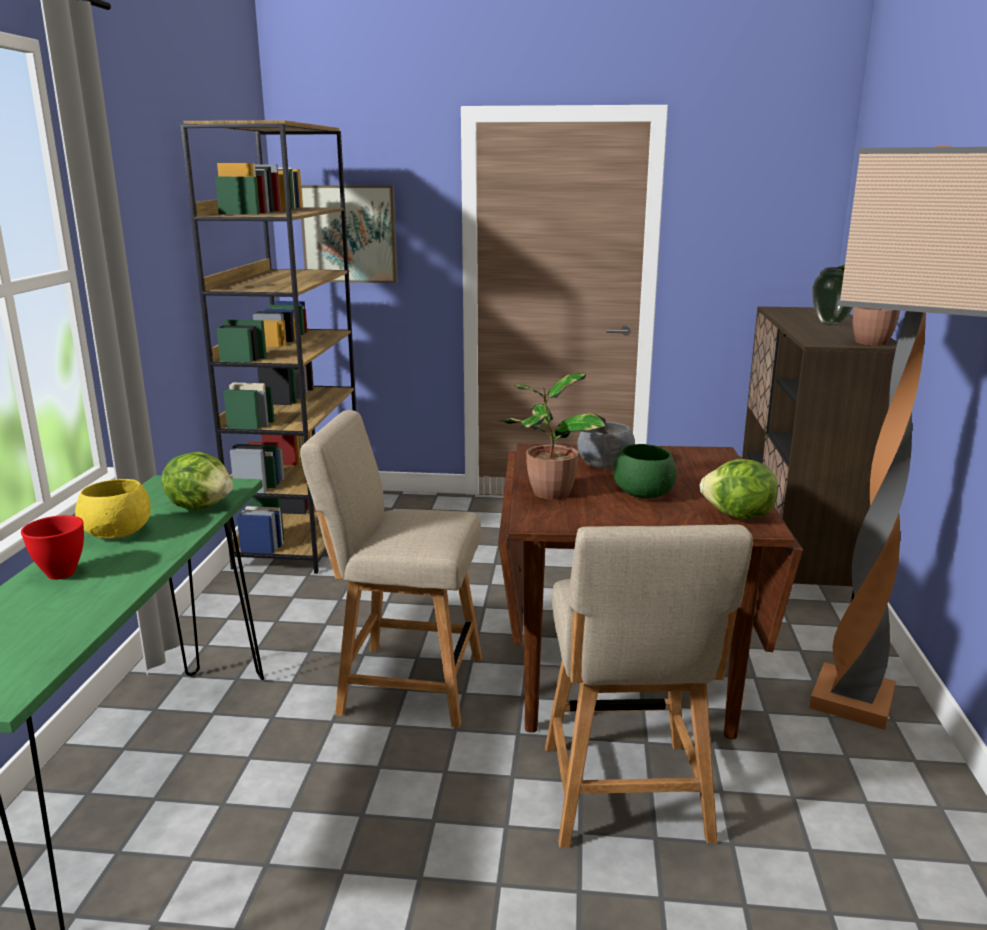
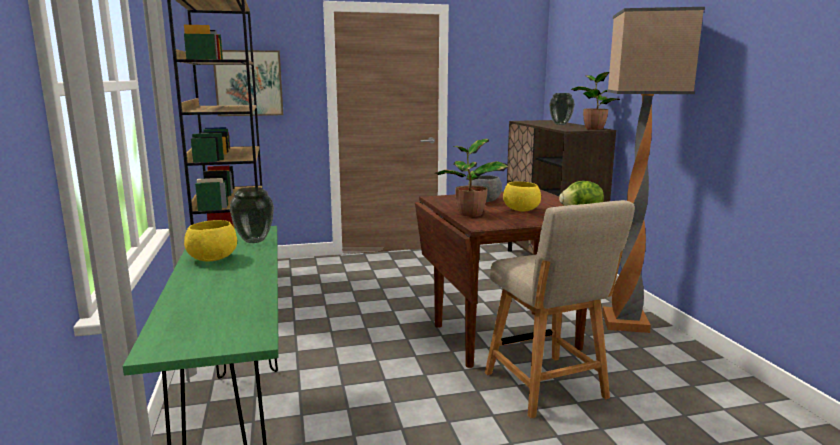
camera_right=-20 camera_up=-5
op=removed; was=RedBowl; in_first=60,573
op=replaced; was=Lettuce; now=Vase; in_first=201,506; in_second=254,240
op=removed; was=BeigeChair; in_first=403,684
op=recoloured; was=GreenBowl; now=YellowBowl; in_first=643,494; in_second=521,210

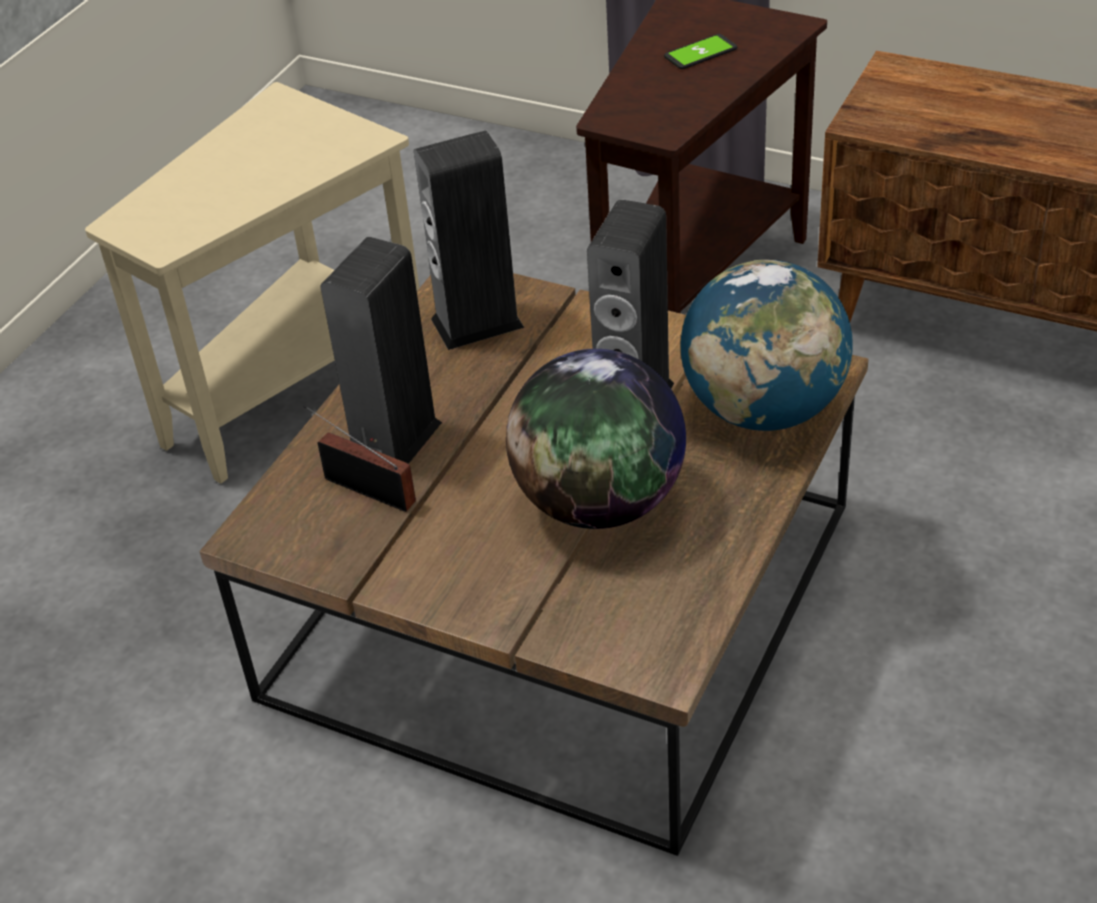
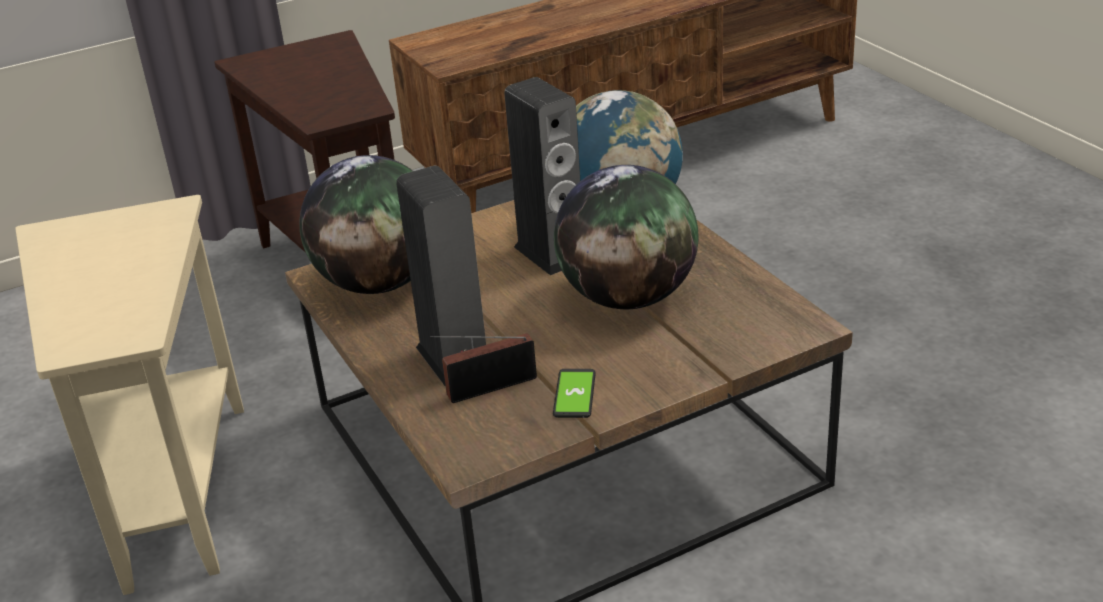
camera_right=-55 camera_up=-10
op=replaced; was=Speaker; now=Globe; in_first=477,323; in_second=379,283
op=moved; was=Phone; in_first=700,53; in_second=574,394

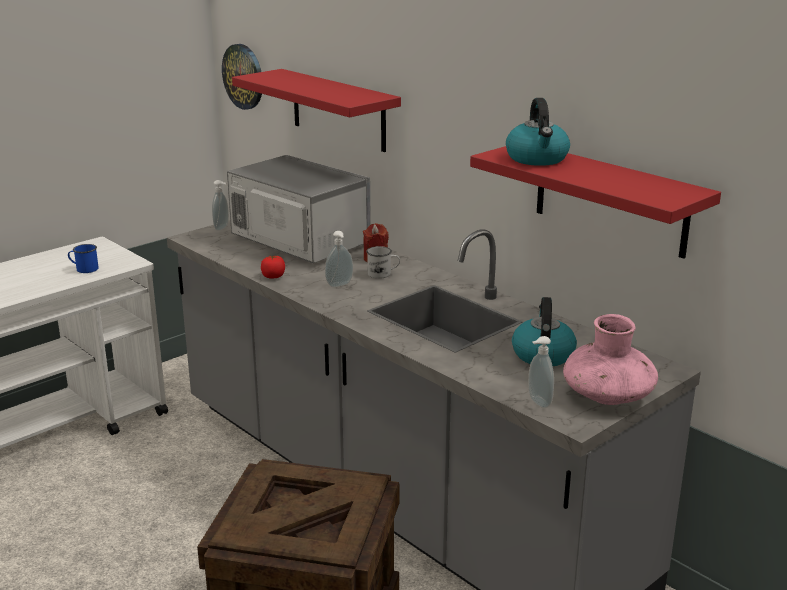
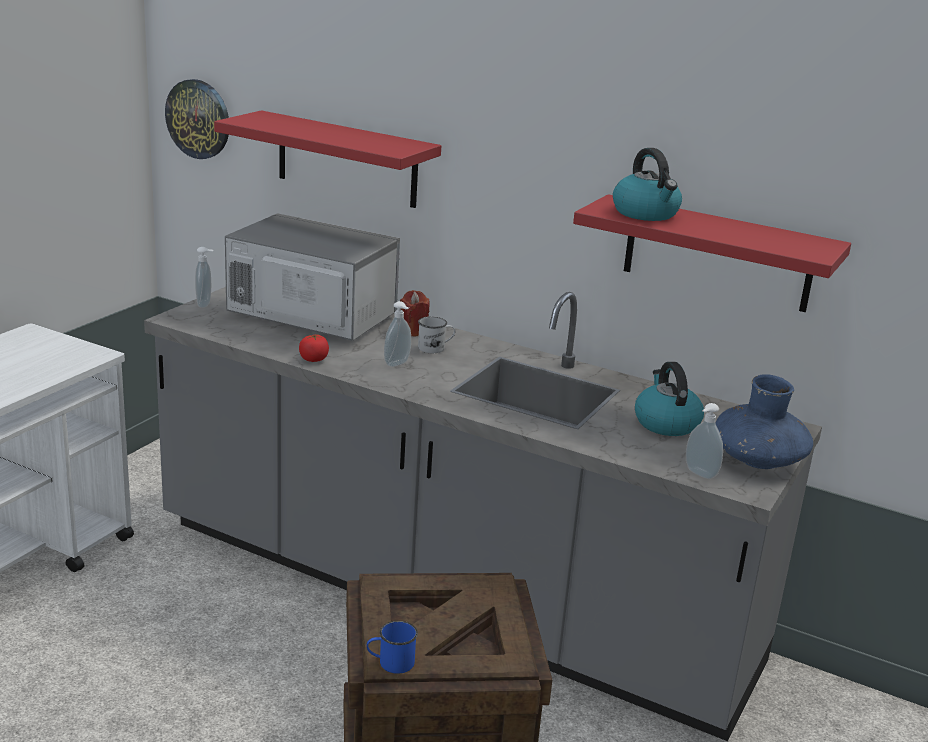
camera_right=-20 camera_up=0
op=moved; was=BlueMug; in_first=84,269; in_second=391,663
op=recoloured; was=PinkVase; now=BlueVase; in_first=608,395; in_second=758,459

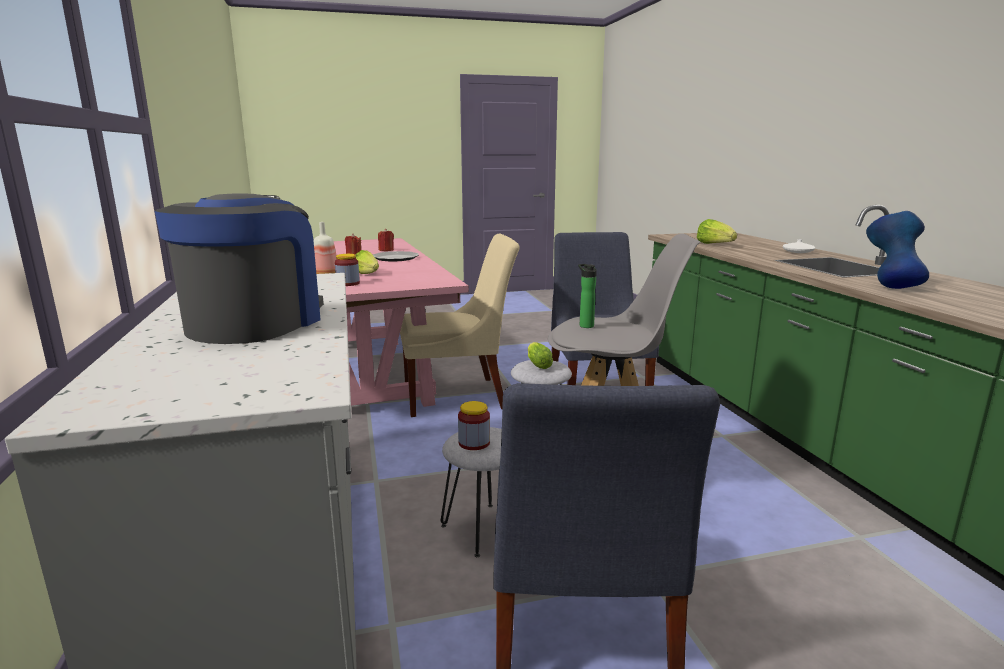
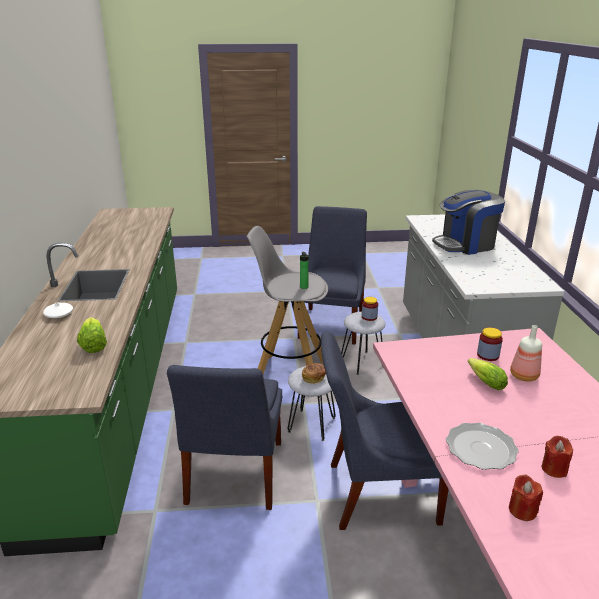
camera_right=-170 camera_up=10
op=turned; was=CoffeeMachine; in_first=255,323; in_second=465,245; clockwise=45
op=recoloured; was=BeigeChair; now=BlueChair; in_first=459,396; in_second=376,492
op=replaced; was=Lettuce; now=Bread; in_first=537,364; in_second=314,378
op=removed; was=BlueVase; in_first=890,286

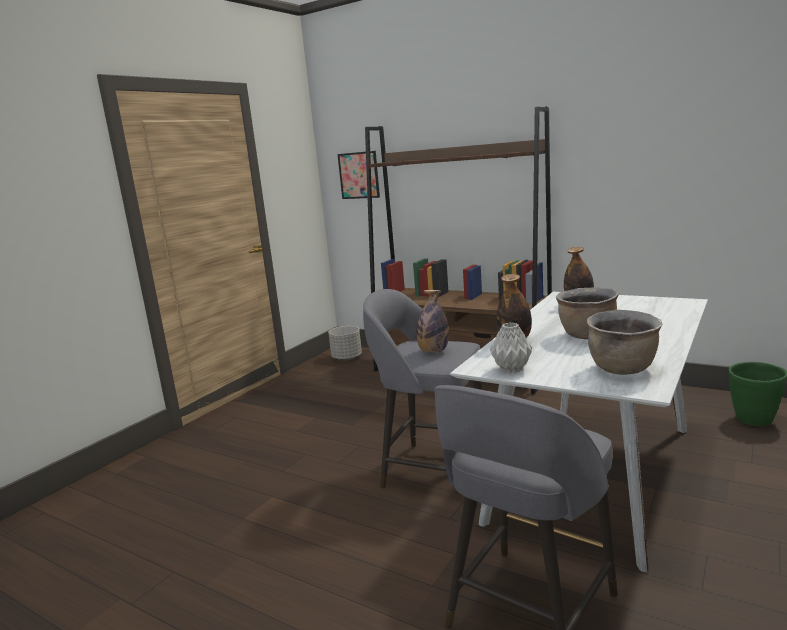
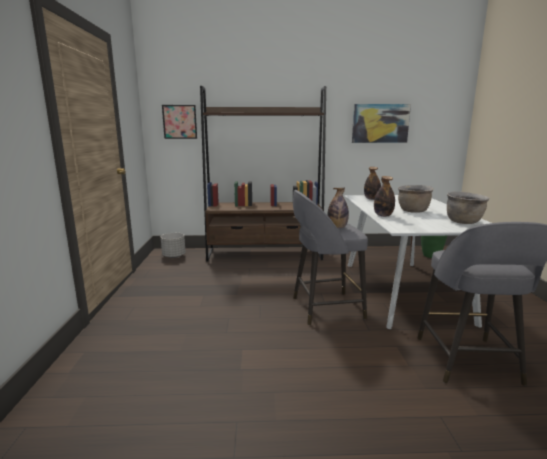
camera_right=-35 camera_up=0
op=removed; was=GreyVase; in_first=511,369
op=added; now=Picture; in_second=380,123

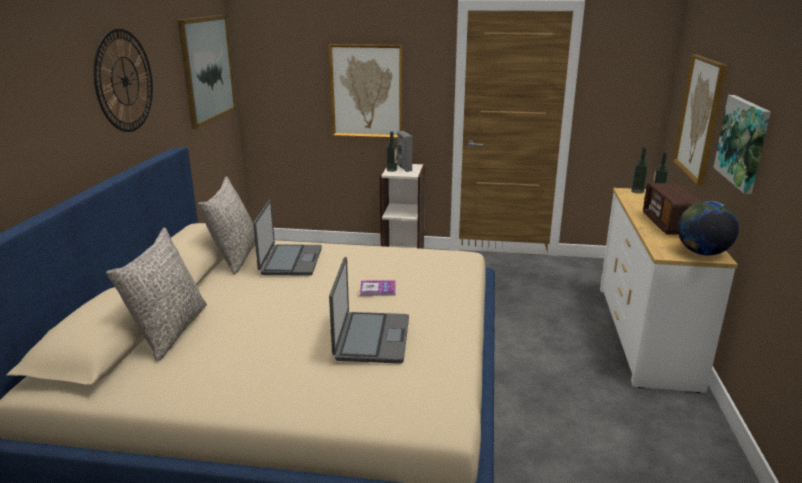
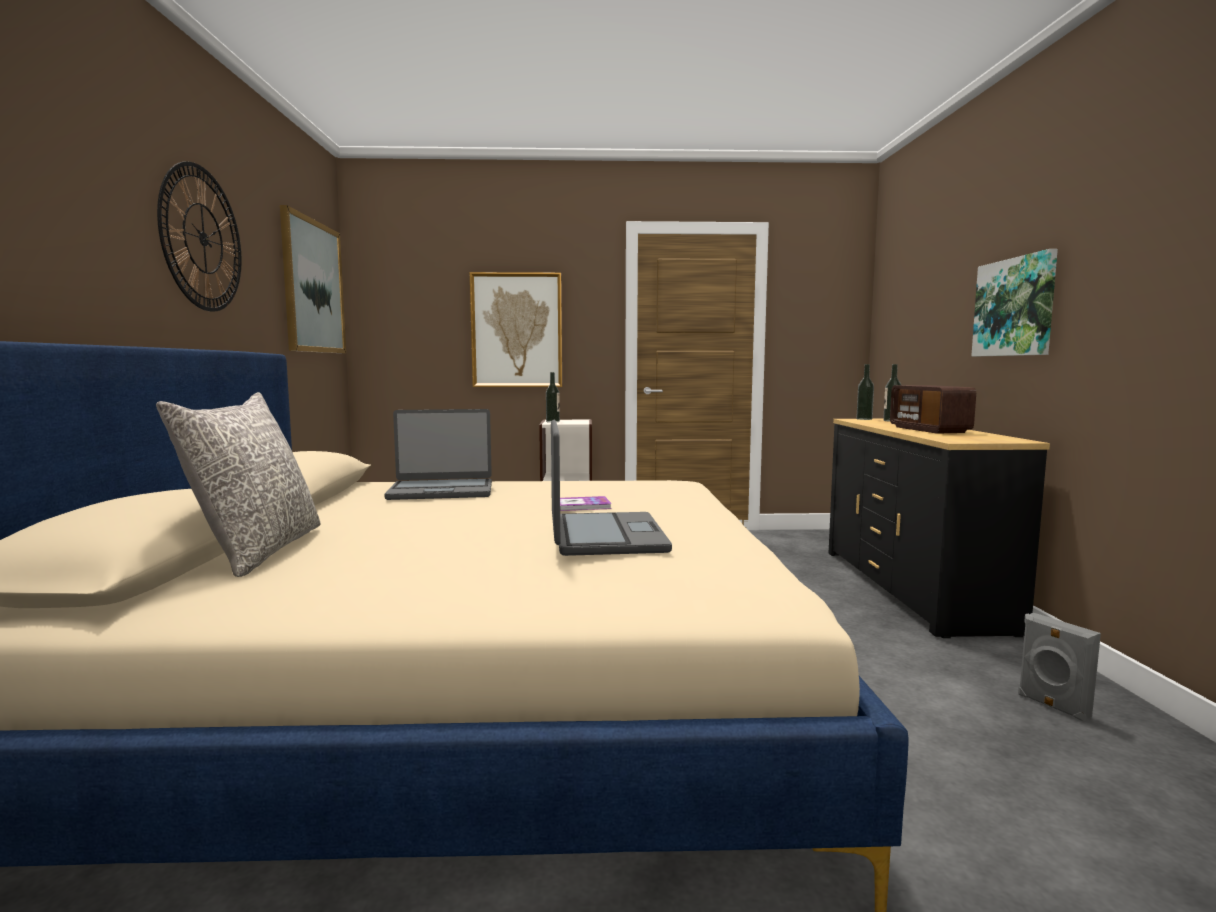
camera_right=-10 camera_up=-15
op=removed; was=GreyPillow; in_first=235,256
op=turned; was=Laptop; in_first=290,261; in_second=441,491; clockwise=90
op=moved; was=GreySpeaker; in_first=403,168; in_second=1052,706
op=recoloured; was=WhiteDresser; now=BlackDresser; in_first=646,334; in_second=912,588
op=removed; was=Picture; in_first=700,118
op=removed; was=Globe; in_first=702,253

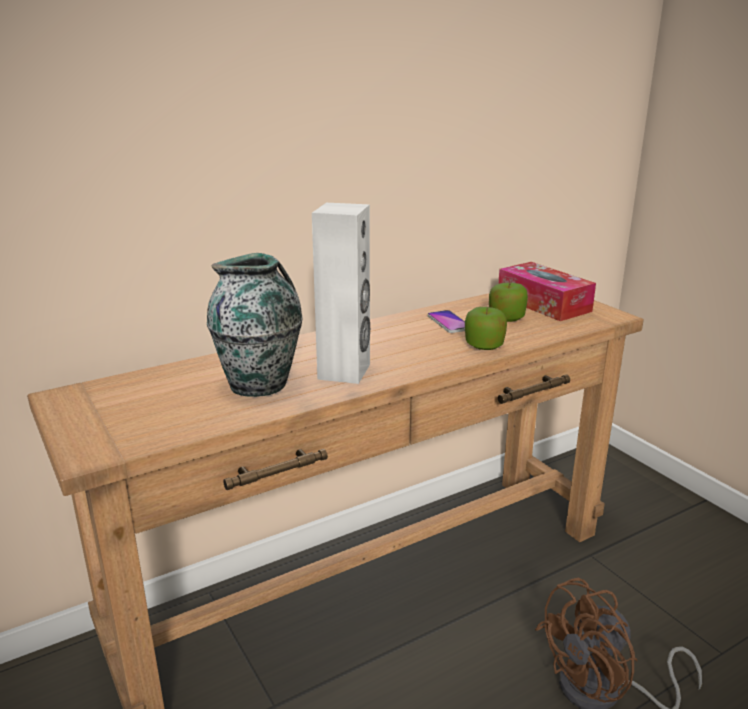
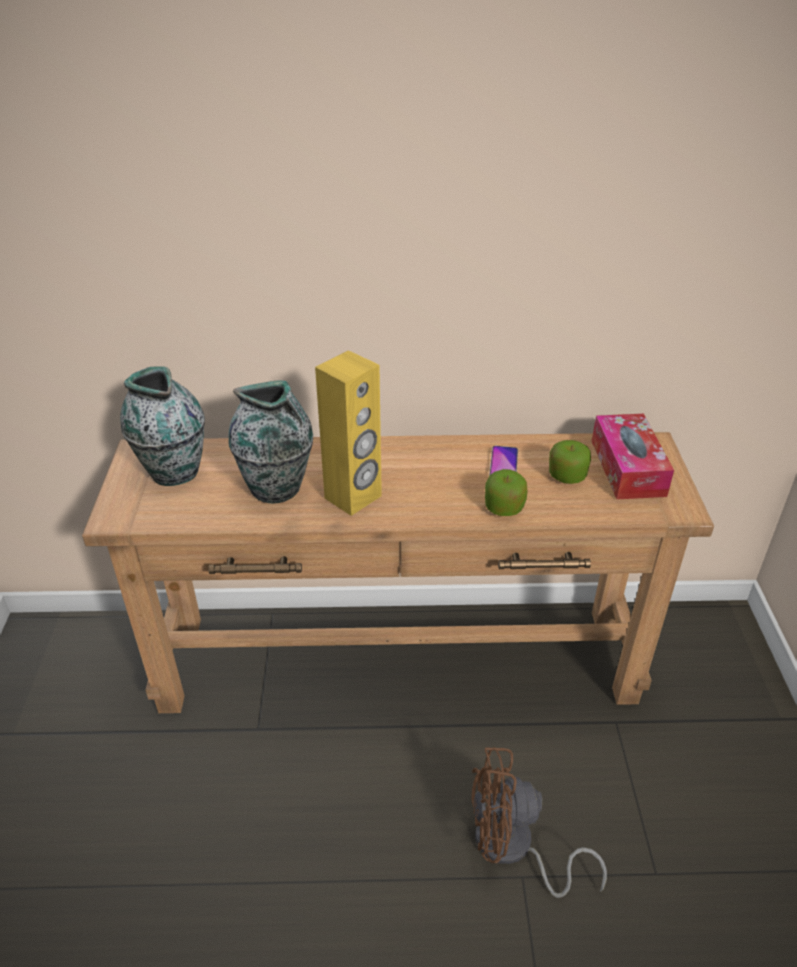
camera_right=30 camera_up=15
op=recoloured; was=WhiteSpeaker; now=YellowSpeaker; in_first=345,372; in_second=353,497
op=added; now=Vase; in_second=173,471

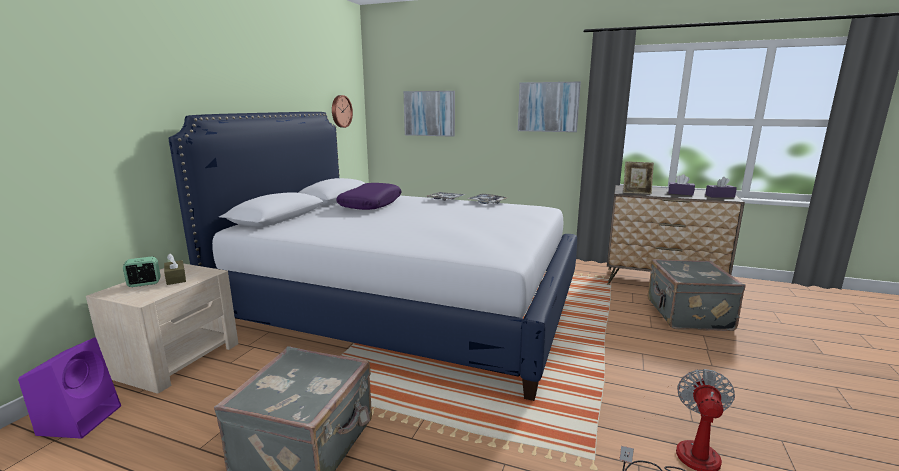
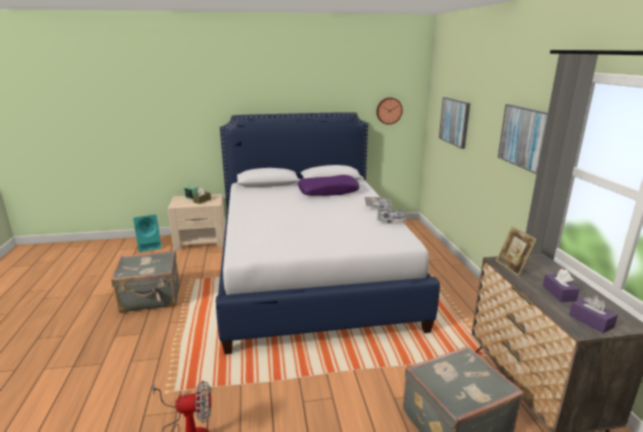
camera_right=60 camera_up=5
op=recoloured; was=PurpleSpeaker; now=TurquoiseSpeaker; in_first=81,419; in_second=150,246

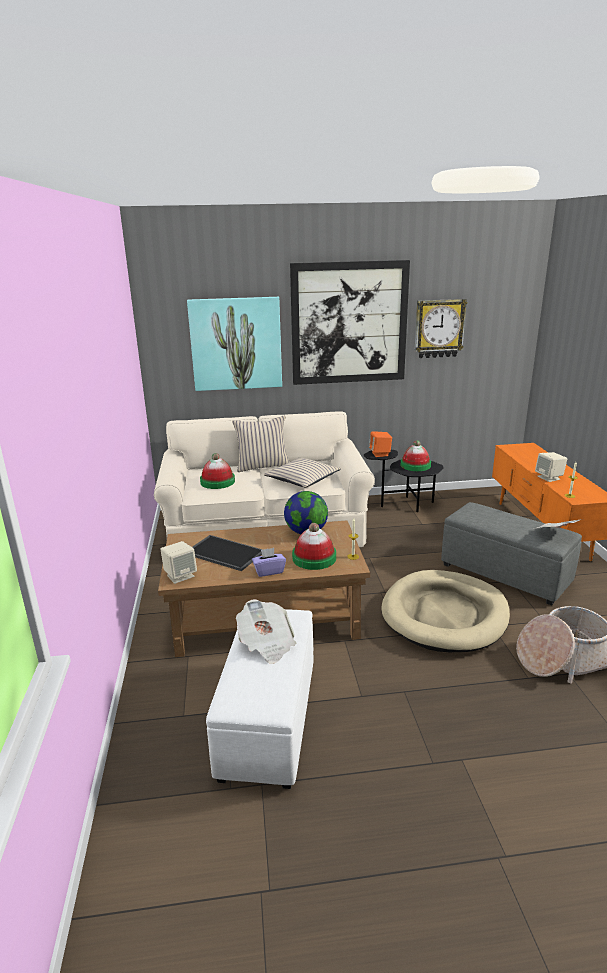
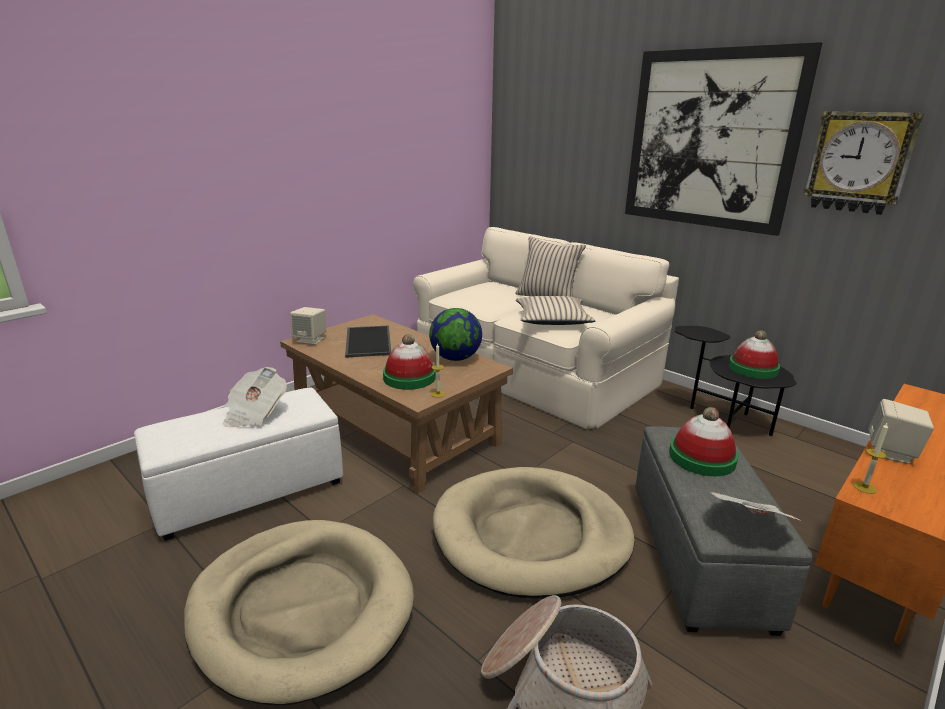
camera_right=50 camera_up=0
op=removed; was=Picture; in_first=236,344
op=moved; was=Hat; in_first=217,482; in_second=702,457
op=removed; was=PurpleTissueBox; in_first=269,571
op=removed; was=OrangeSpeaker; in_first=380,454
op=added; now=BeigeDogBed; in_second=302,608

